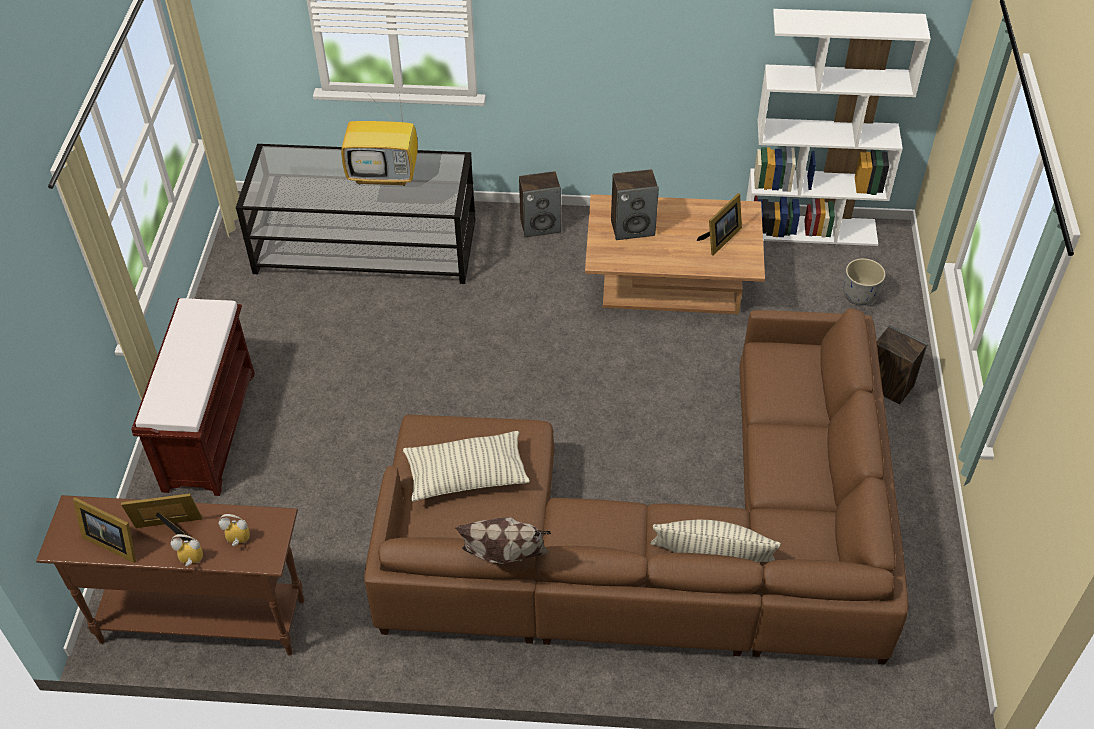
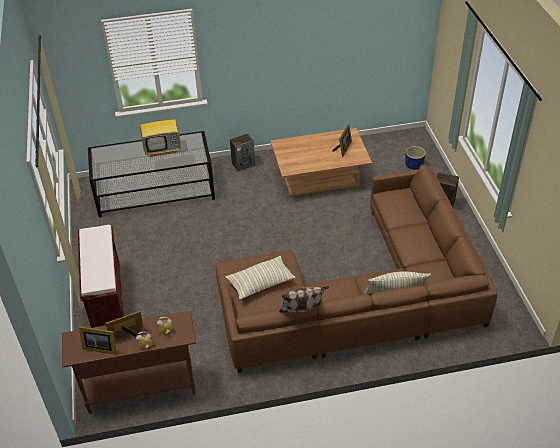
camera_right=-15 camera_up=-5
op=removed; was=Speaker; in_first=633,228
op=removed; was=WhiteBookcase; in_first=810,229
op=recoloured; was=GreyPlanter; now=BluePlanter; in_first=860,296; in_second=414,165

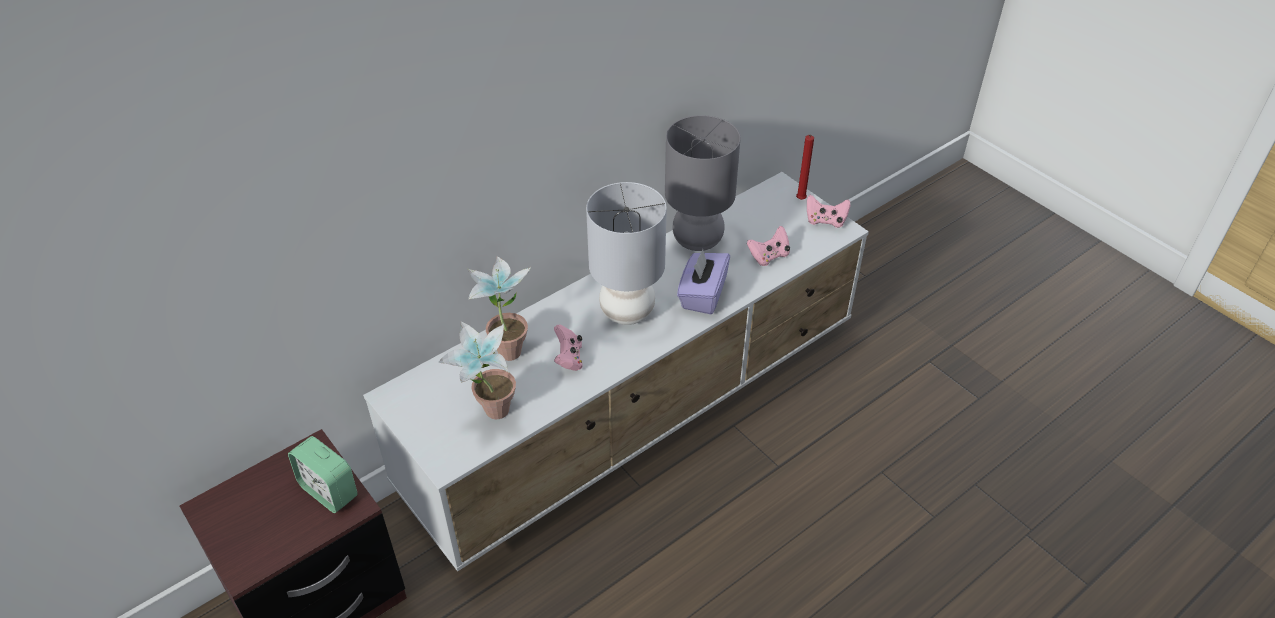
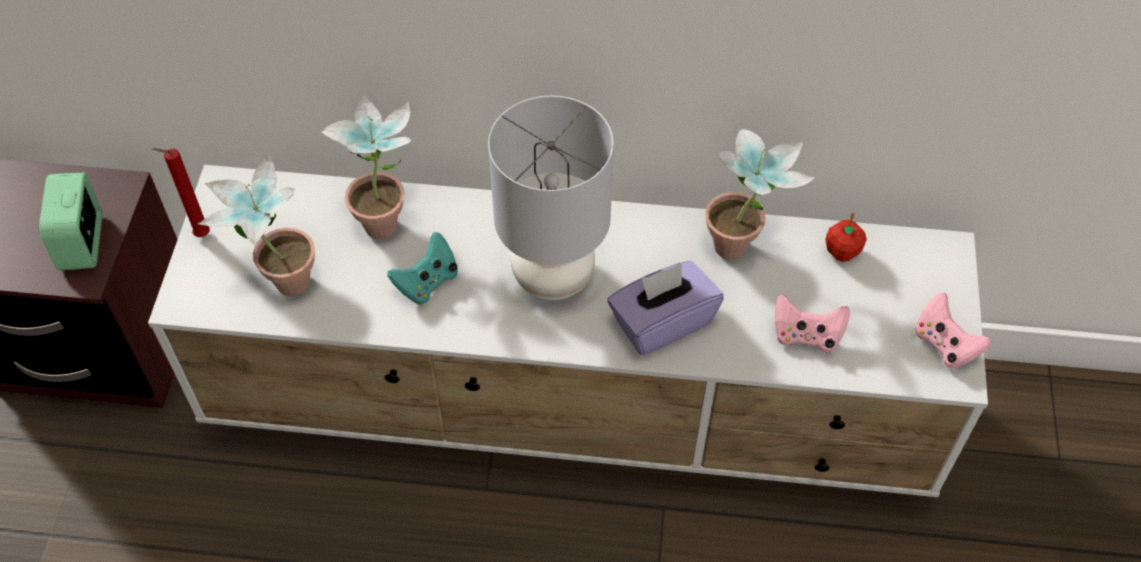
camera_right=45 camera_up=10
op=recoloured; was=PinkGameController; now=TurquoiseGameController; in_first=569,358; in_second=427,282
op=replaced; was=GreyTableLamp; now=PottedPlant; in_first=696,240; in_second=743,247
op=moved; was=RedCandle; in_first=800,200; in_second=199,235
op=added; now=Apple; in_second=842,252

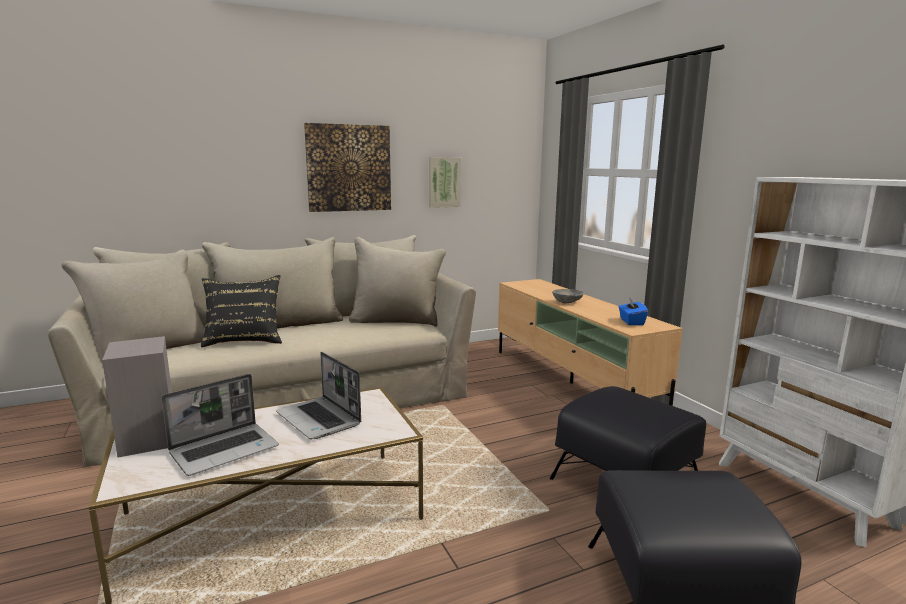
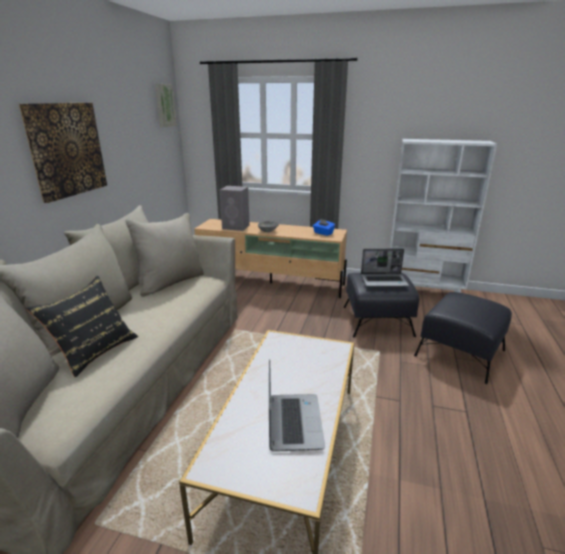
camera_right=-50 camera_up=10
op=moved; was=GreySpeaker; in_first=148,440; in_second=236,227
op=moved; was=Laptop; in_first=320,419; in_second=384,281
op=moved; was=Picture; in_first=444,182; in_second=164,105

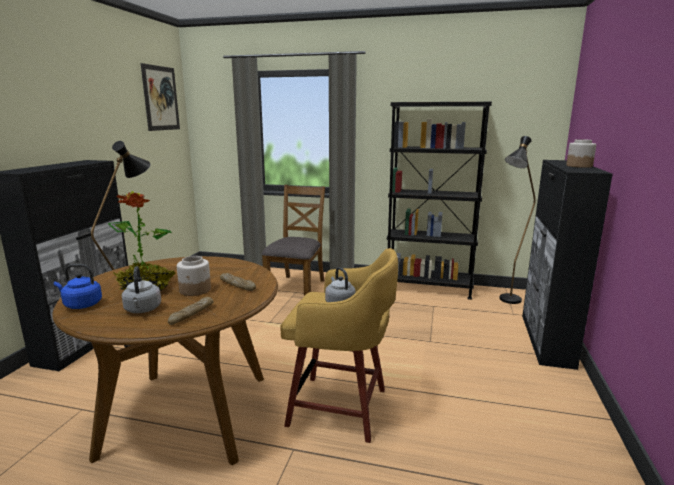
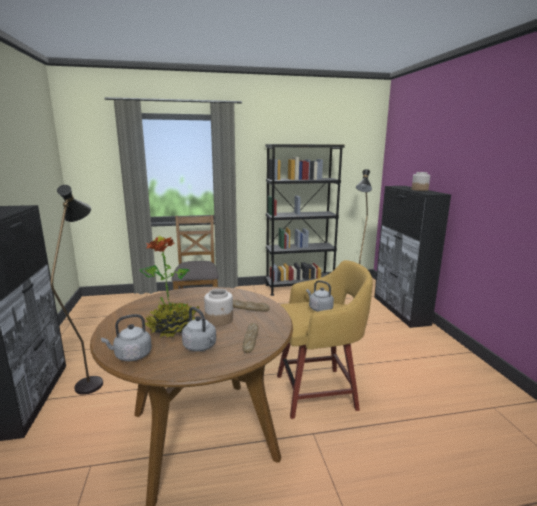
camera_right=-25 camera_up=0
op=recoloured; was=BlueKettle; now=GreyKettle; in_first=81,305; in_second=131,355
op=removed; was=Picture; in_first=161,98

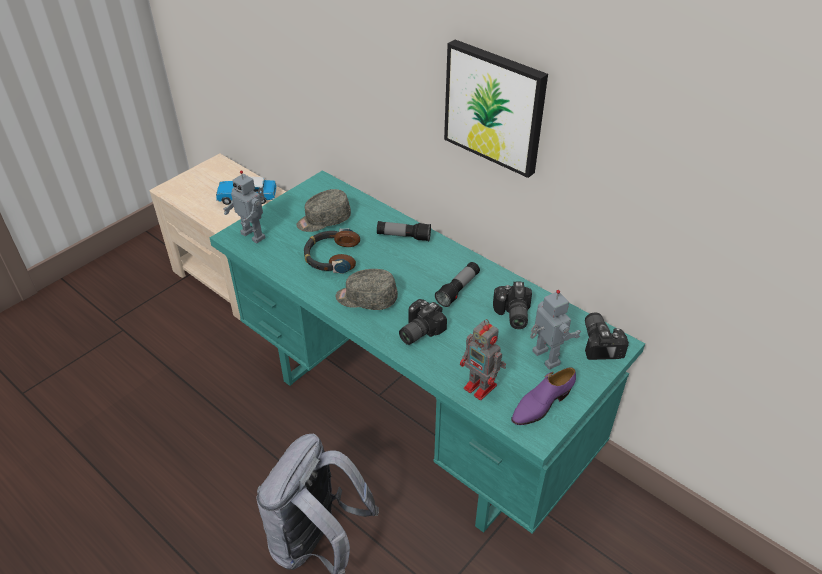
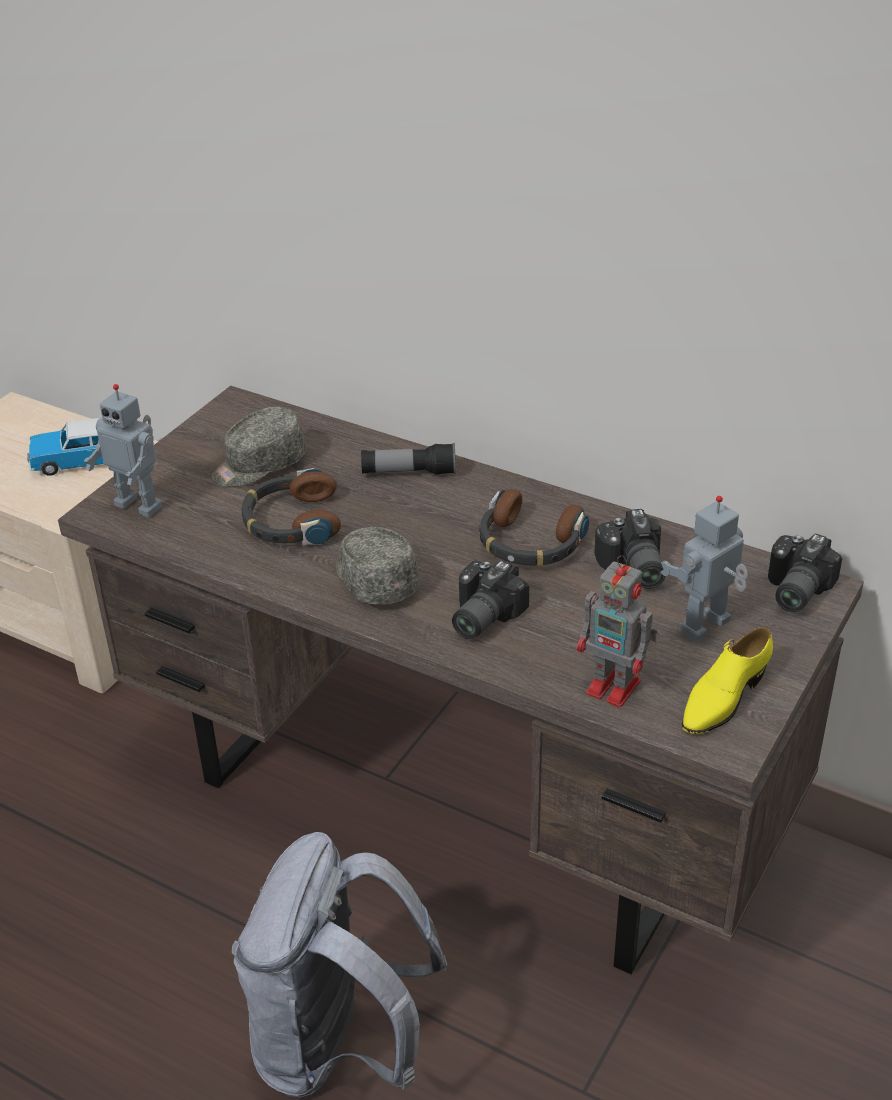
camera_right=-10 camera_up=-5
op=recoloured; was=TurquoiseDesk; now=BrownDesk; in_first=413,417; in_second=457,804
op=turned; was=GreyCap; in_first=366,299; in_second=374,579; clockwise=60
op=replaced; was=Flashlight; now=Headphones; in_first=458,290; in_second=529,543
op=removed; was=Picture; in_first=495,107
op=recoloured; was=PurpleShoe; now=YellowShoe; in_first=541,404; in_second=723,698
op=turned; was=ToyRobot; in_first=544,358; in_second=706,627; clockwise=-90
op=turned; was=PhotoCamera; in_first=601,343; in_second=793,590; clockwise=-135

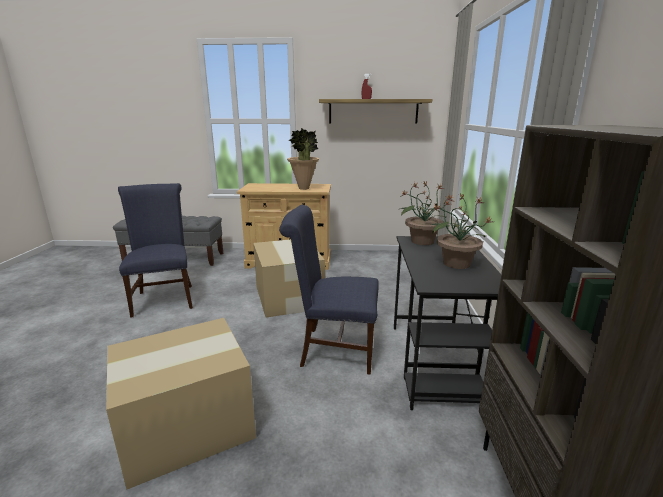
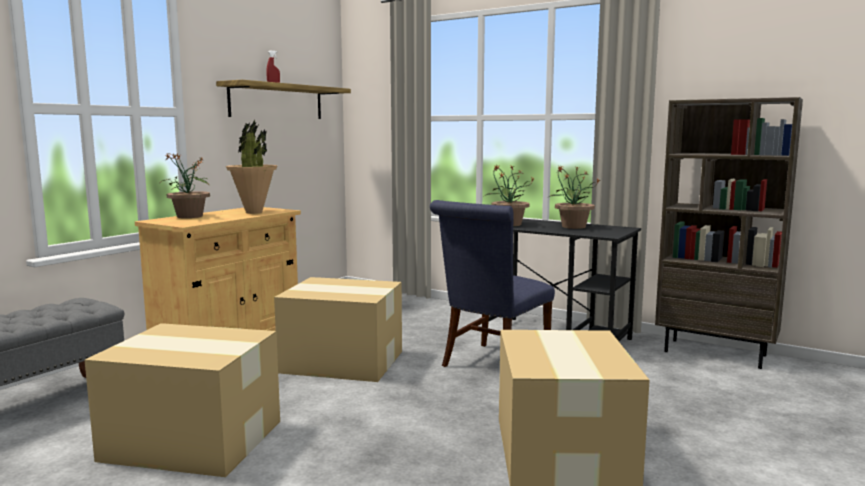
camera_right=-60 camera_up=-10
op=replaced; was=BlueChair; now=CardboardBox; in_first=164,298; in_second=192,439
op=added; now=PottedPlant; in_second=189,216

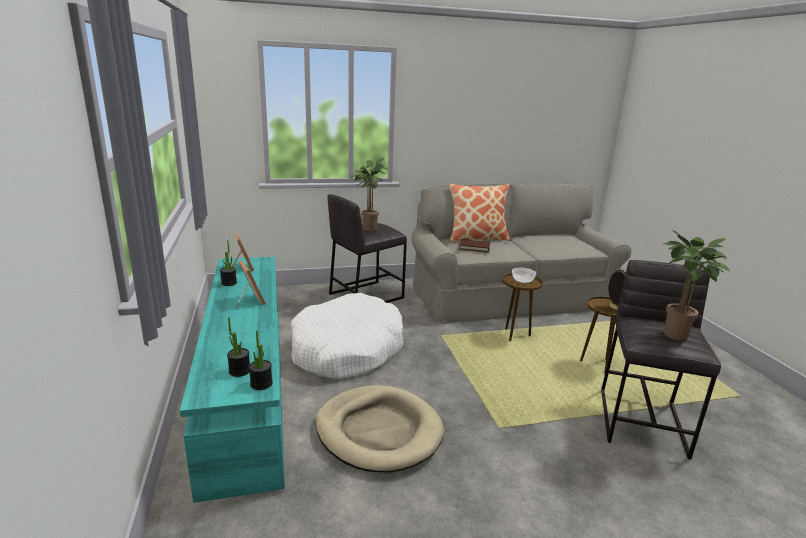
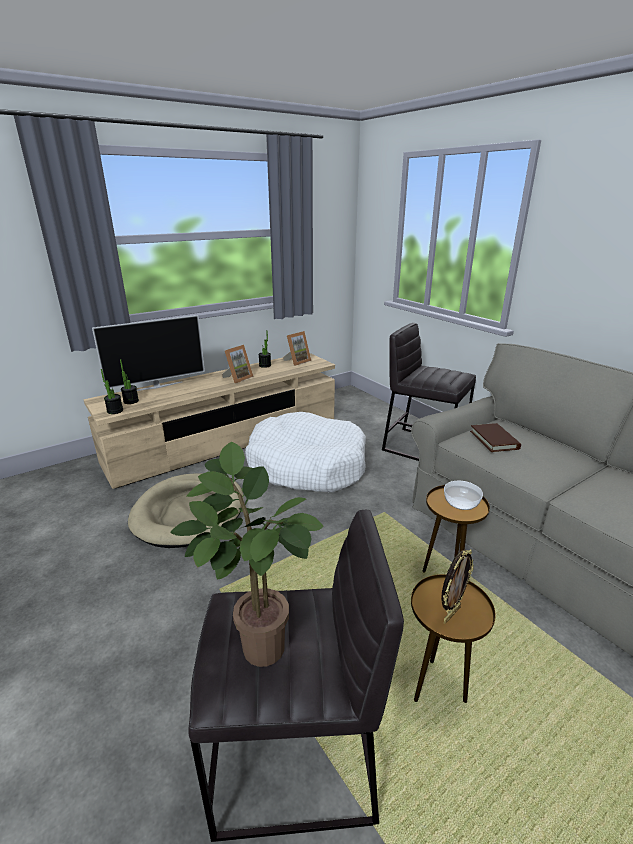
camera_right=70 camera_up=5
op=recoloured; was=TurquoiseTvStand; now=BeigeTvStand; in_first=247,385; in_second=227,441
op=removed; was=PottedPlant; in_first=368,228
op=removed; was=Pillow; in_first=477,238
op=added; now=Television; in_second=157,386

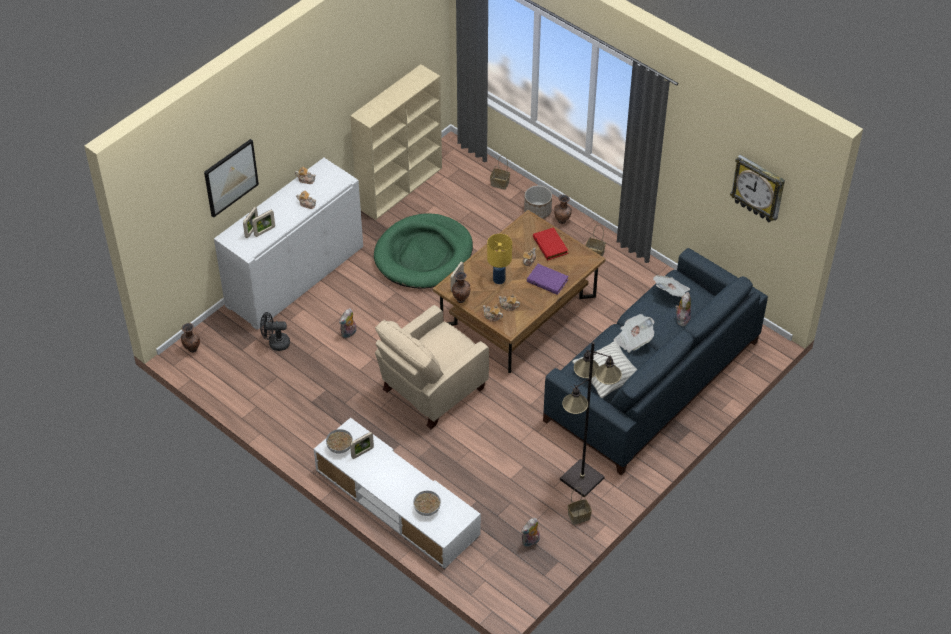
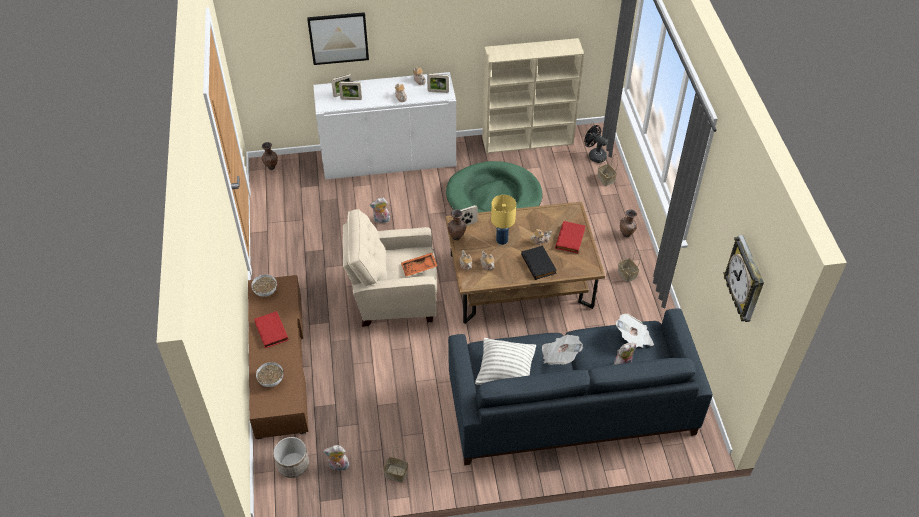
camera_right=40 camera_up=0
op=moved; was=BlackFan; in_first=275,343; in_second=594,155
op=recoloured; was=WhiteTvStand; now=BrownTvStand; in_first=397,503; in_second=279,364
op=moved; was=PictureFrame; in_first=362,452; in_second=438,91
op=moved; was=Planter; in_first=537,211; in_second=293,465
op=recoloured; was=PurpleBook; now=BlackBook; in_first=548,280; in_second=539,264
op=removed; was=BlackFloorLamp; in_first=582,479
op=added; now=RedBook; in_second=270,331
op=added; now=OrangeTray; in_second=419,268

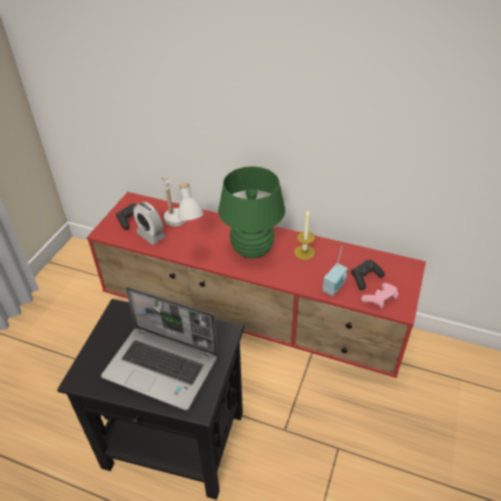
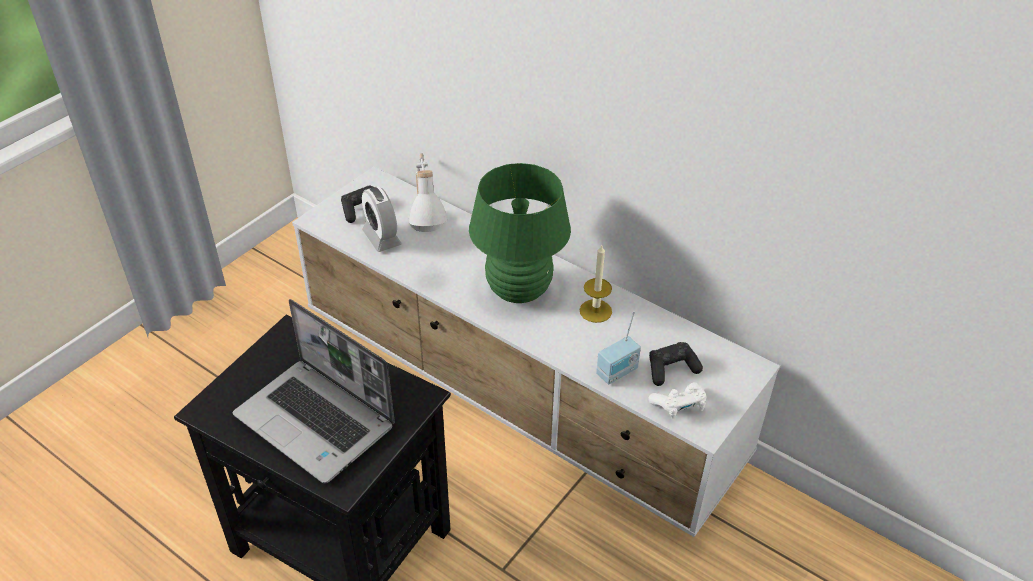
camera_right=15 camera_up=0
op=recoloured; was=RedTvStand; now=WhiteTvStand; in_first=253,319; in_second=517,399
op=recoloured; was=PinkGameController; now=WhiteGameController; in_first=380,299; in_second=679,406

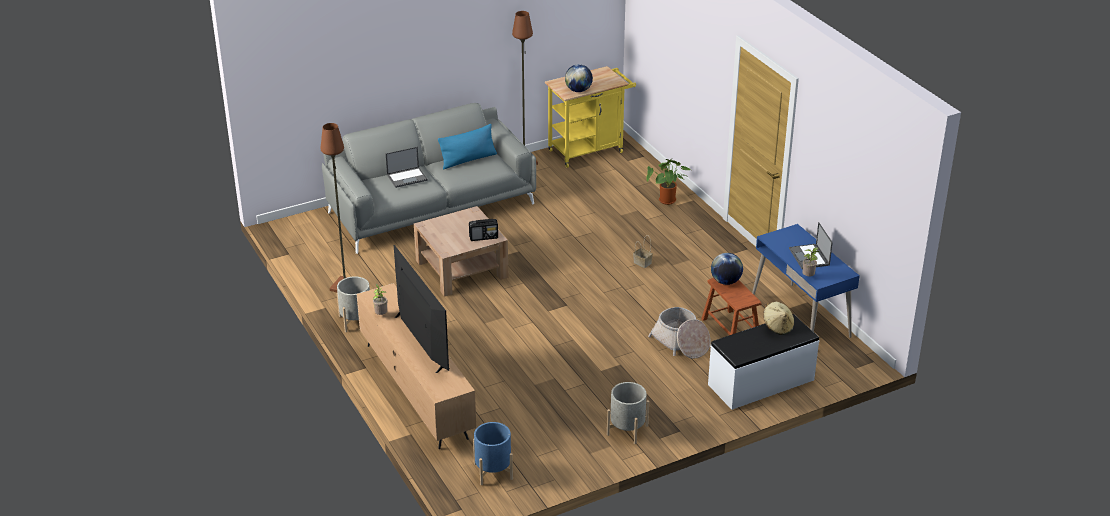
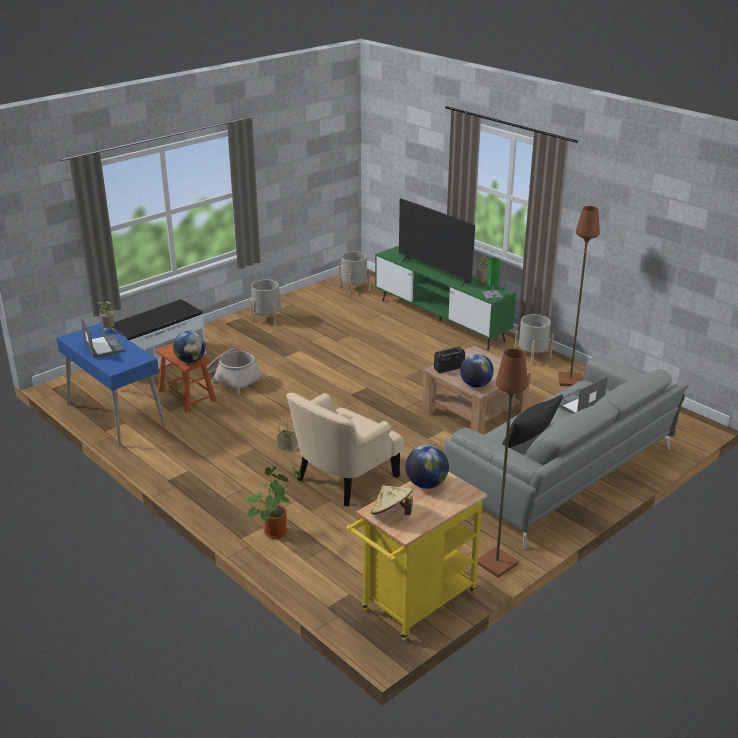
camera_right=165 camera_up=-5
op=recoloured; was=BrownTvStand; now=GreenTvStand; in_first=417,391; in_second=440,320
op=recoloured; was=BluePillow; now=BlackPillow; in_first=468,160; in_second=529,438
op=recoloured; was=BluePlanter; now=GreyPlanter; in_first=493,471; in_second=354,288
op=moved; was=BeigeHat; in_first=777,327; in_second=391,513
op=added; now=BeigeArmchair; in_second=344,478
op=added; now=Globe; in_second=475,385
op=added; now=GreenTableLamp; in_second=492,295

